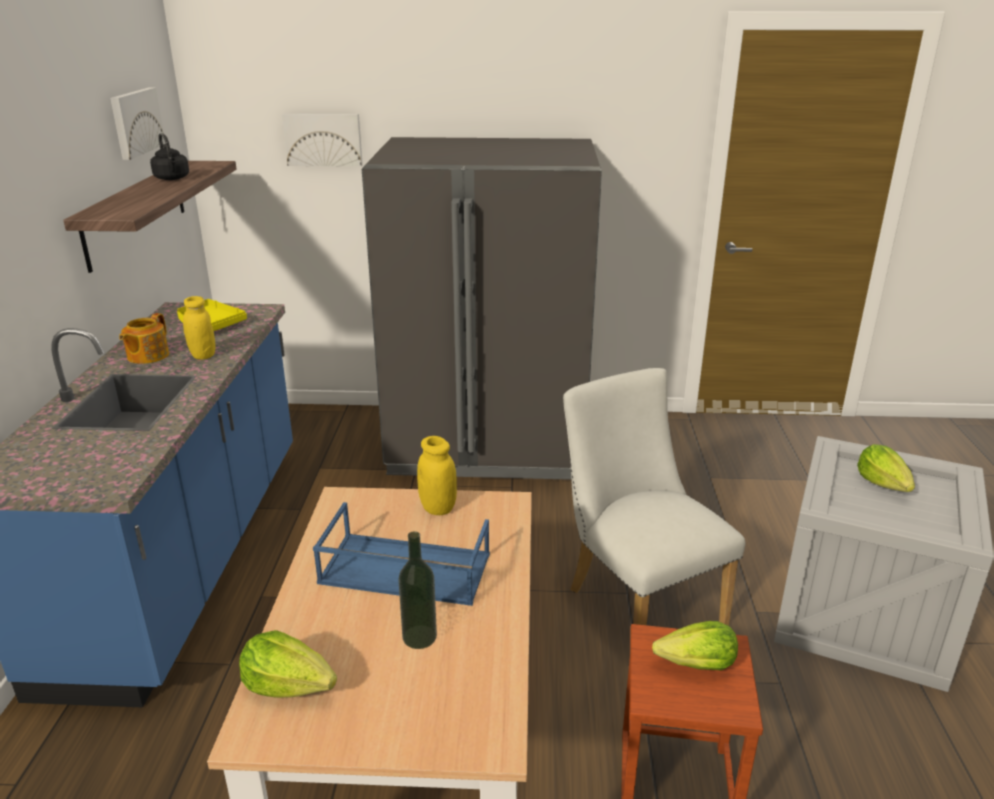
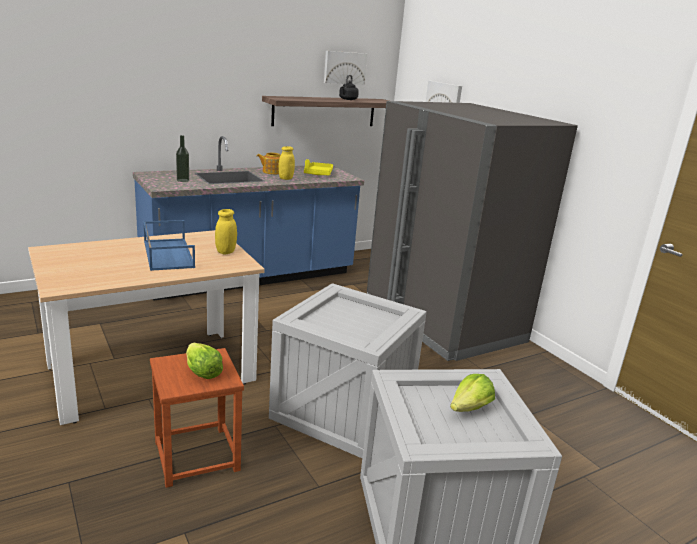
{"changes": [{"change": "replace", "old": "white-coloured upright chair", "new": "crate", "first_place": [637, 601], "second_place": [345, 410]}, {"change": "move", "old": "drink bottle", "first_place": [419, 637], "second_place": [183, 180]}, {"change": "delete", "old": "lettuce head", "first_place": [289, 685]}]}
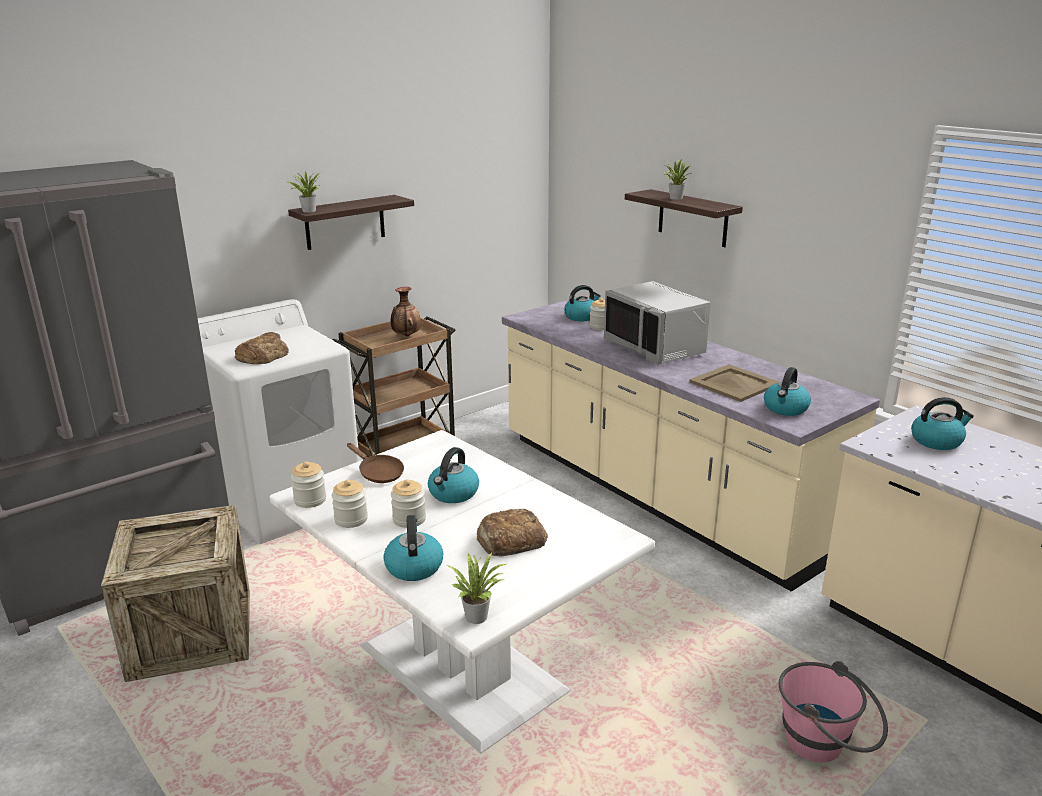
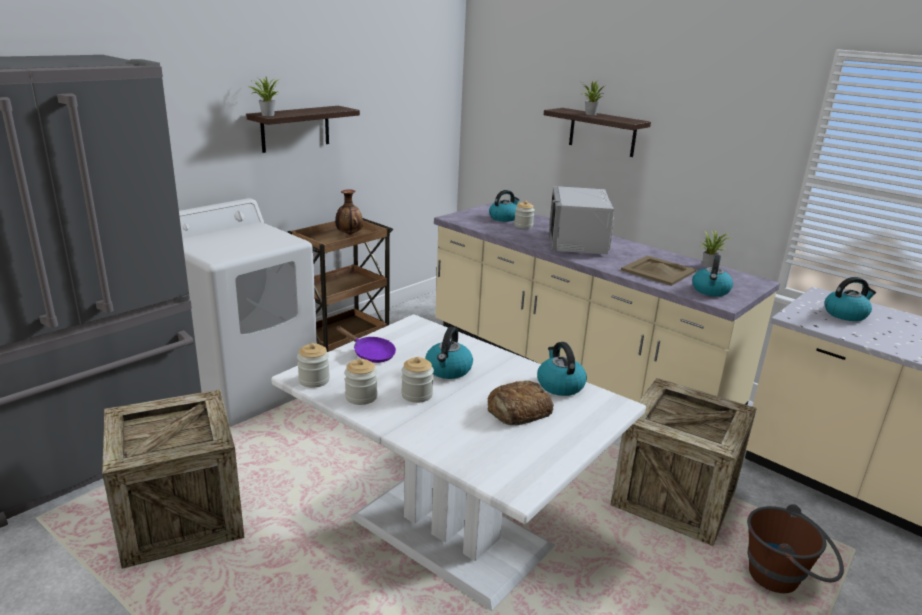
{"changes": [{"change": "rotate", "old": "gray microwave oven", "first_place": [655, 348], "second_place": [578, 243], "degrees": 45}, {"change": "delete", "old": "bread", "first_place": [263, 355]}, {"change": "recolor", "old": "brown-coloured frying pan", "new": "purple frying pan", "first_place": [378, 473], "second_place": [370, 354]}, {"change": "move", "old": "kettle", "first_place": [413, 566], "second_place": [559, 385]}, {"change": "move", "old": "potted plant", "first_place": [479, 615], "second_place": [709, 265]}, {"change": "recolor", "old": "pinkish water bucket", "new": "brown-coloured water bucket", "first_place": [825, 748], "second_place": [784, 580]}, {"change": "insert", "new": "crate", "second_place": [674, 498]}]}
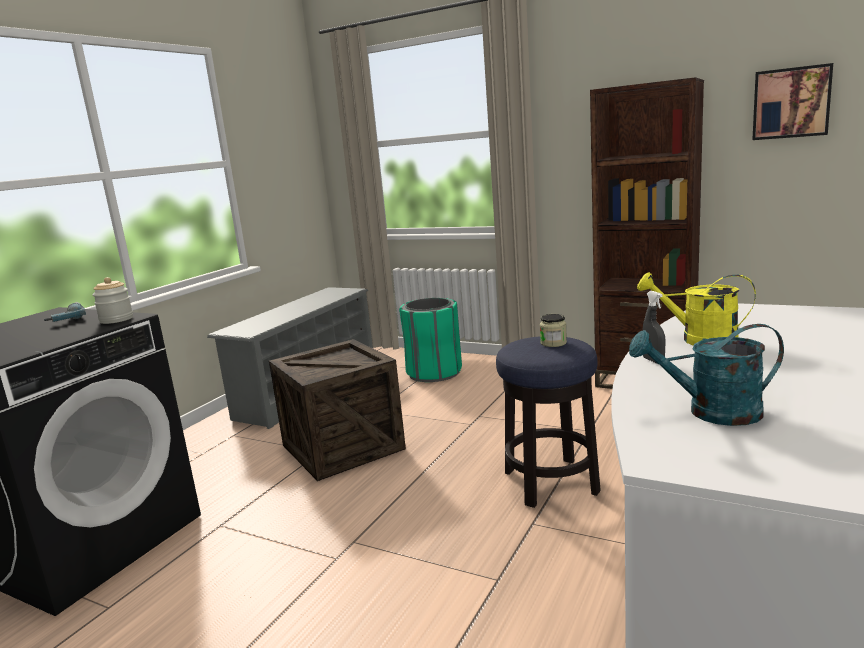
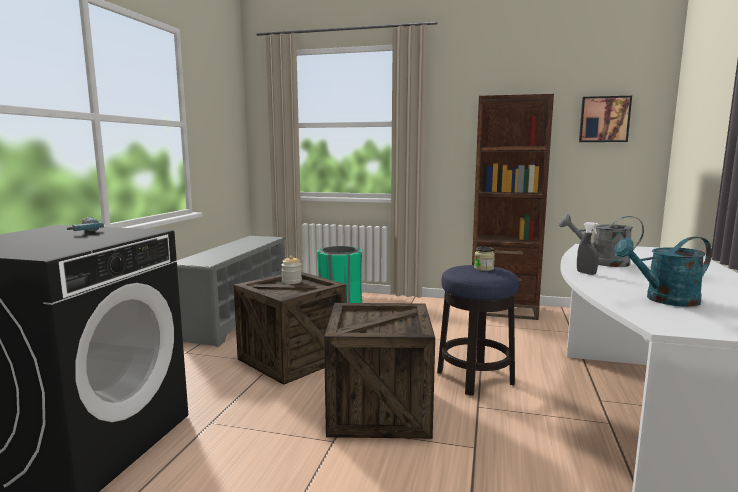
{"changes": [{"change": "recolor", "old": "yellow-coloured watering can", "new": "gray watering can", "first_place": [698, 339], "second_place": [601, 262]}, {"change": "move", "old": "jar", "first_place": [116, 319], "second_place": [291, 281]}, {"change": "insert", "new": "crate", "second_place": [379, 410]}]}
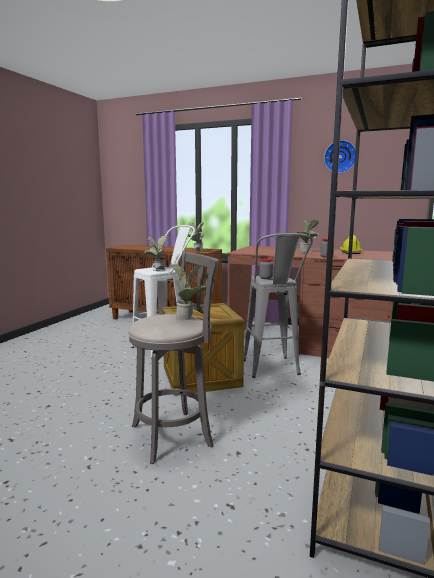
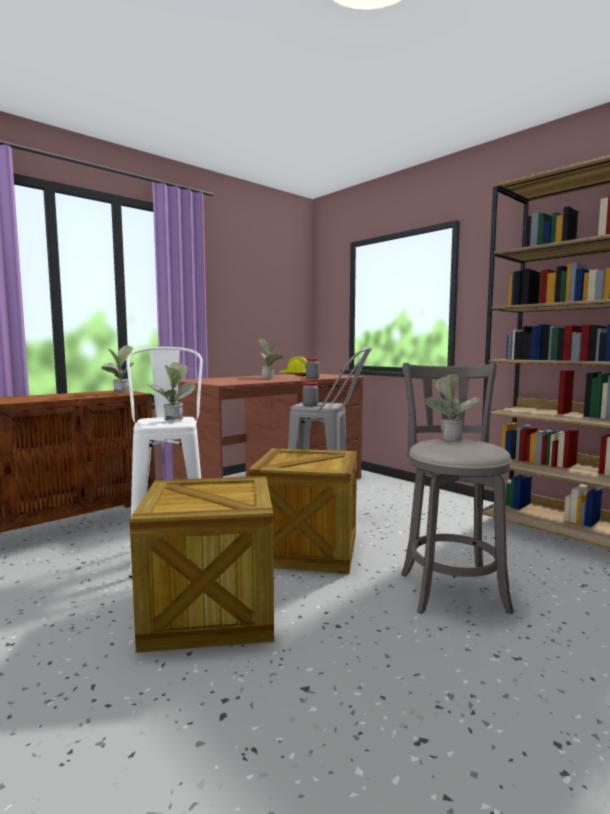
{"changes": [{"change": "delete", "old": "hanging clock", "first_place": [340, 157]}, {"change": "insert", "new": "crate", "second_place": [210, 610]}]}
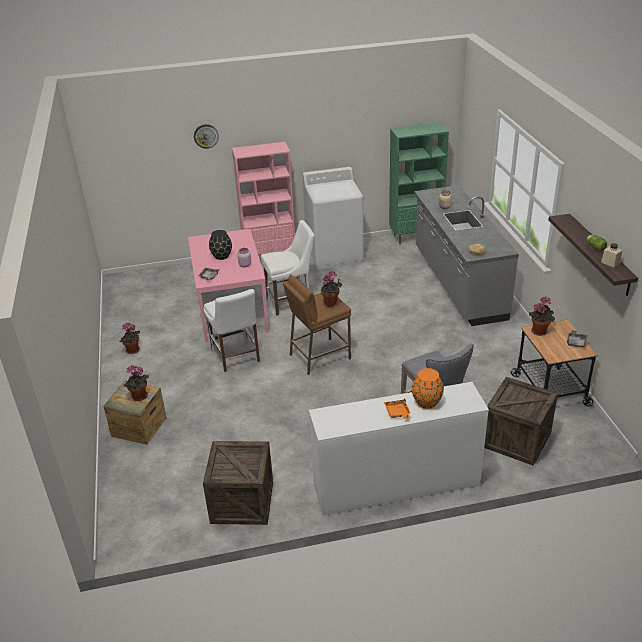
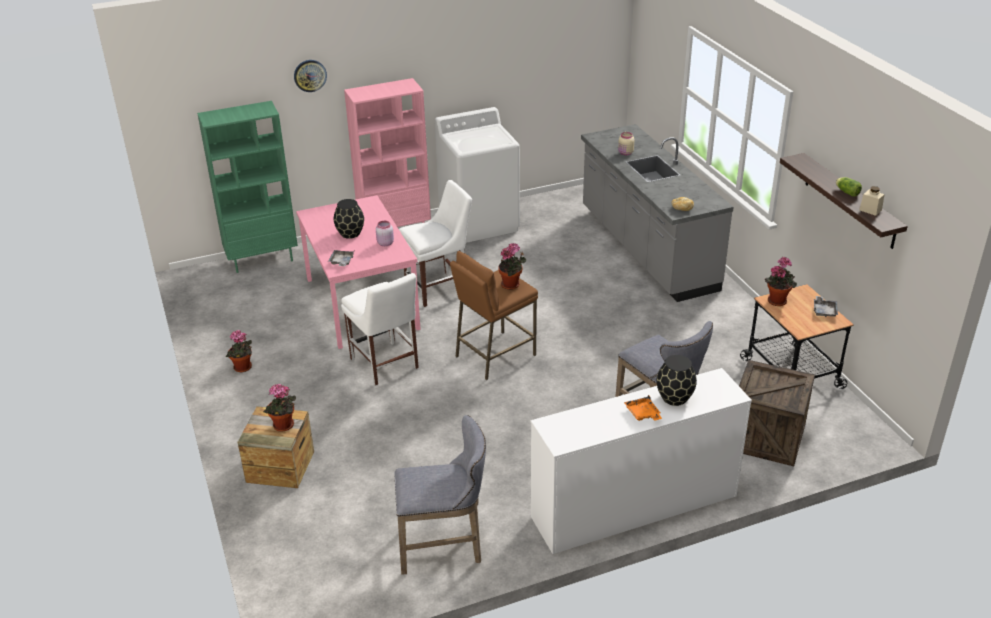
{"changes": [{"change": "move", "old": "green-coloured shelving unit", "first_place": [415, 237], "second_place": [262, 259]}, {"change": "recolor", "old": "orange vase", "new": "black vase", "first_place": [427, 402], "second_place": [674, 398]}, {"change": "replace", "old": "crate", "new": "gray stool", "first_place": [242, 502], "second_place": [445, 548]}]}
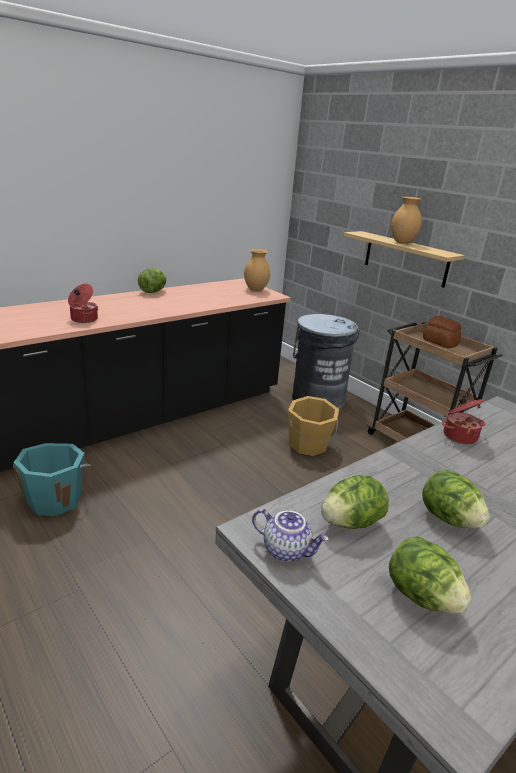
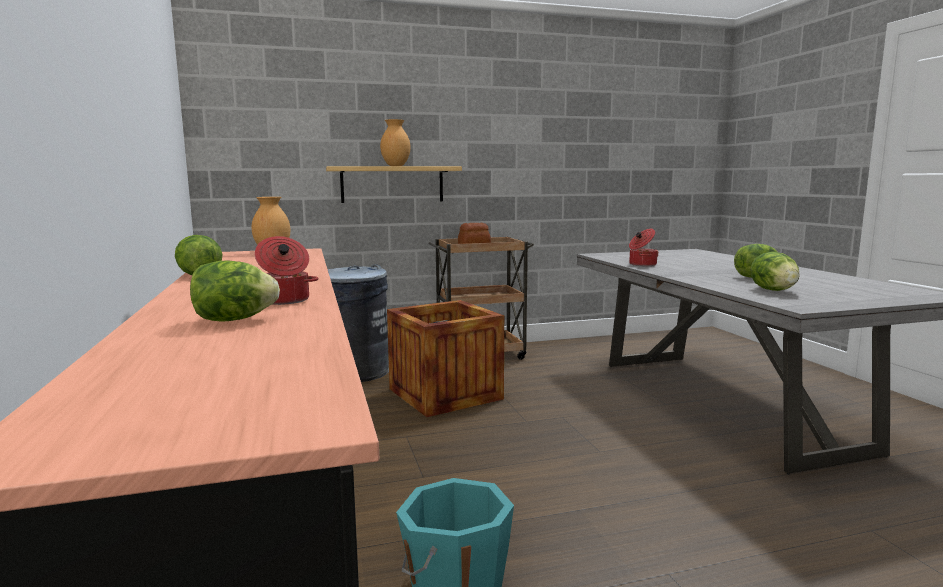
{"changes": [{"change": "replace", "old": "orange water bucket", "new": "crate", "first_place": [308, 445], "second_place": [445, 394]}, {"change": "delete", "old": "teapot", "first_place": [287, 550]}, {"change": "move", "old": "lettuce head", "first_place": [421, 596], "second_place": [234, 320]}]}
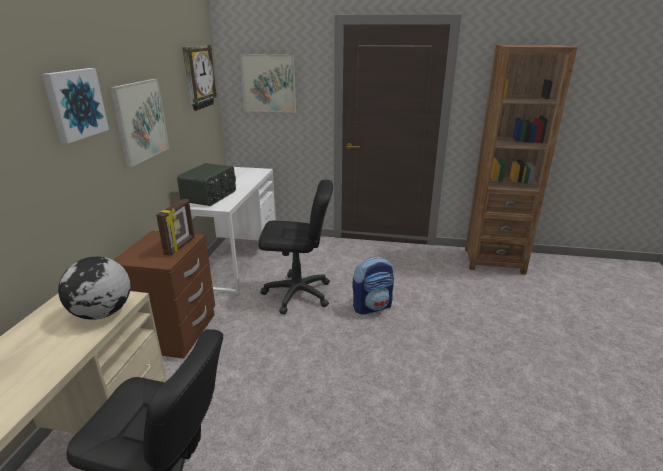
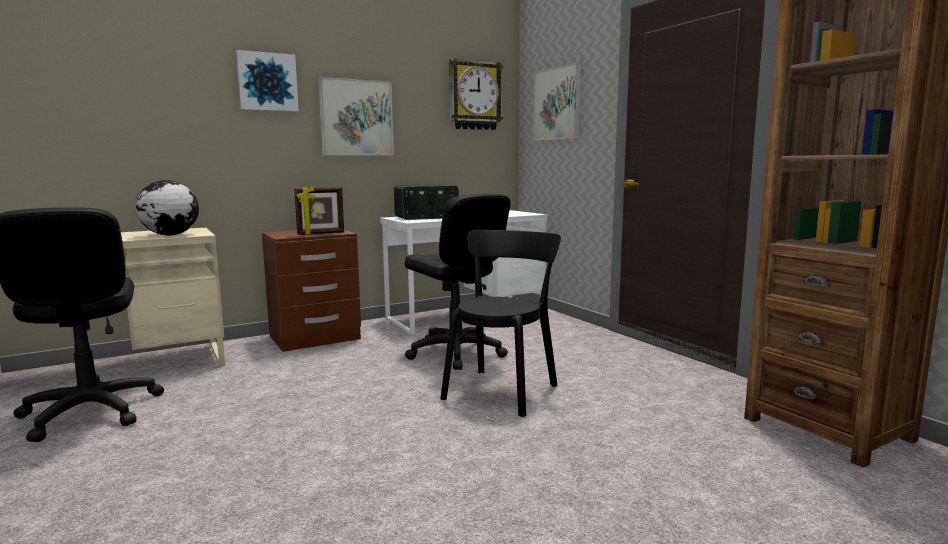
{"changes": [{"change": "replace", "old": "rucksack", "new": "black upright chair", "first_place": [372, 306], "second_place": [502, 390]}]}
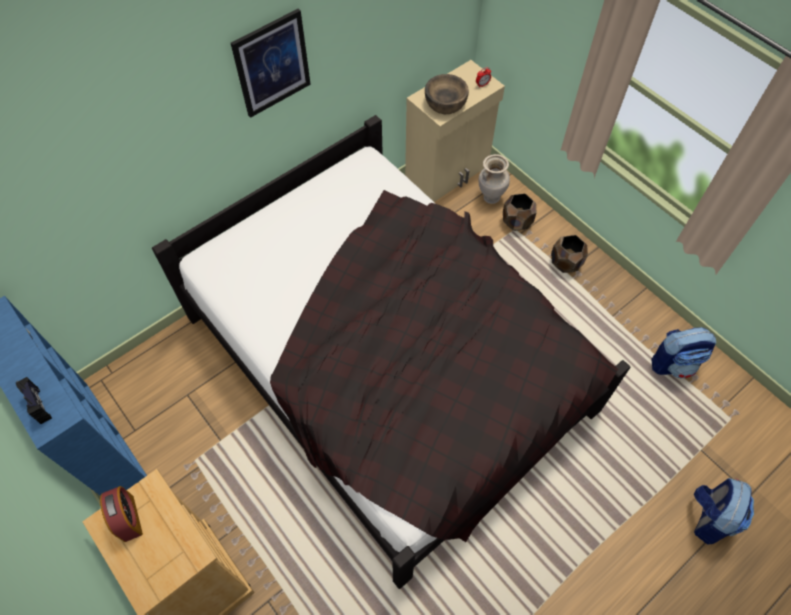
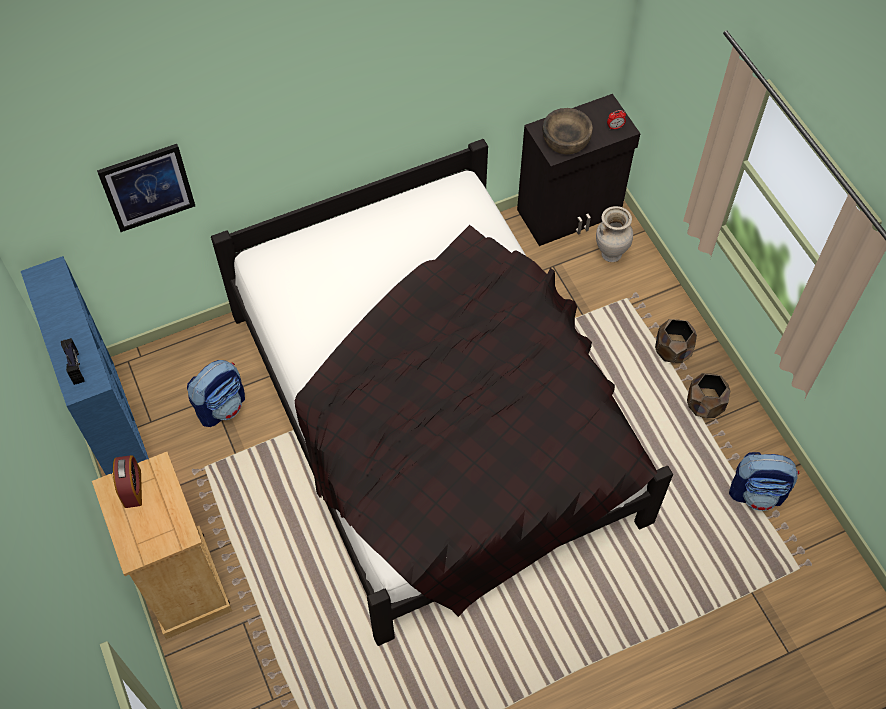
{"changes": [{"change": "move", "old": "picture", "first_place": [272, 64], "second_place": [147, 187]}, {"change": "recolor", "old": "beige cupboard", "new": "black cupboard", "first_place": [448, 172], "second_place": [570, 213]}, {"change": "move", "old": "brown-coloured planter", "first_place": [517, 222], "second_place": [705, 405]}, {"change": "move", "old": "rucksack", "first_place": [709, 517], "second_place": [221, 406]}]}
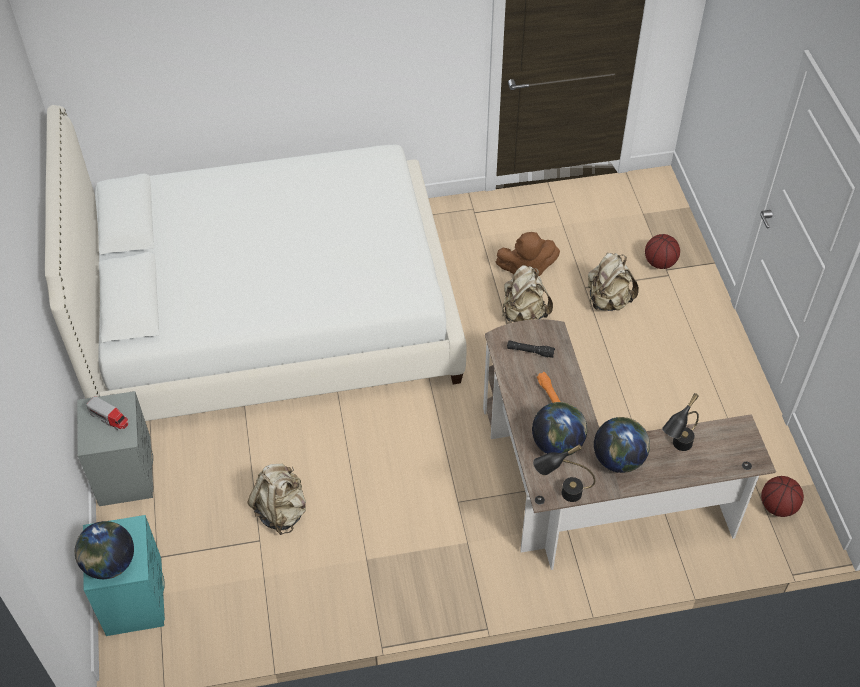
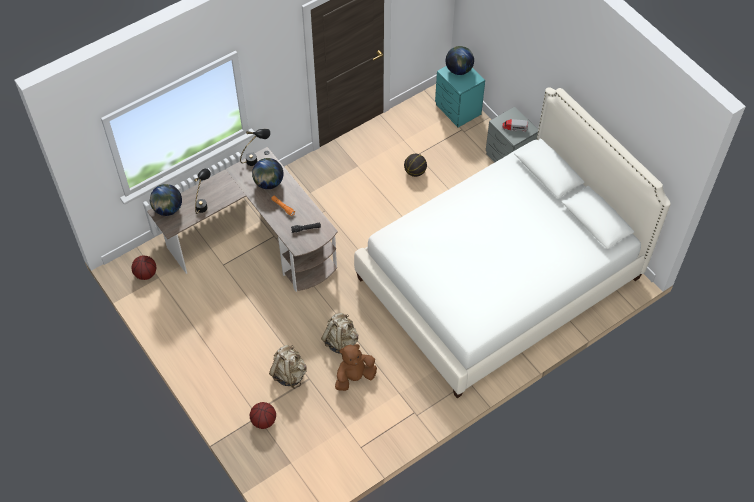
{"changes": [{"change": "move", "old": "world globe", "first_place": [618, 459], "second_place": [168, 209]}, {"change": "replace", "old": "beige rucksack", "new": "ball for basketball", "first_place": [281, 511], "second_place": [415, 172]}]}
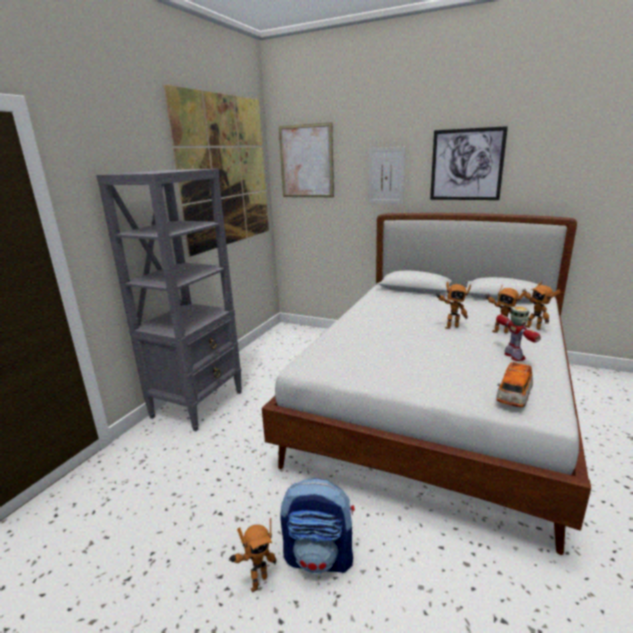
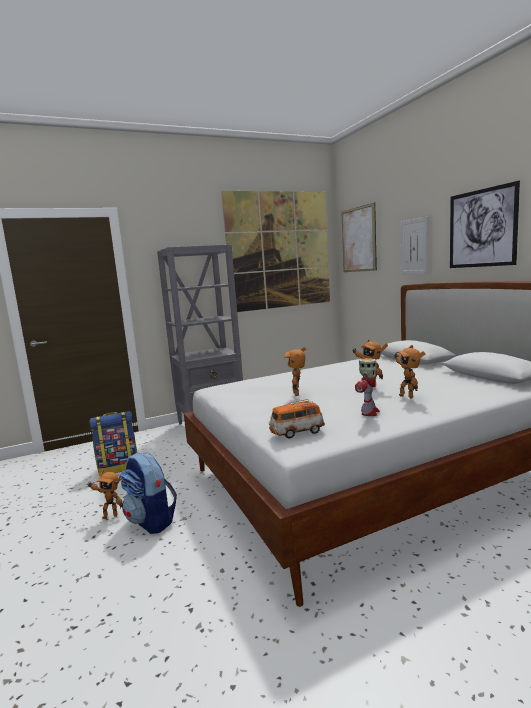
{"changes": [{"change": "move", "old": "toy robot", "first_place": [533, 327], "second_place": [298, 393]}, {"change": "insert", "new": "rucksack", "second_place": [118, 467]}]}
